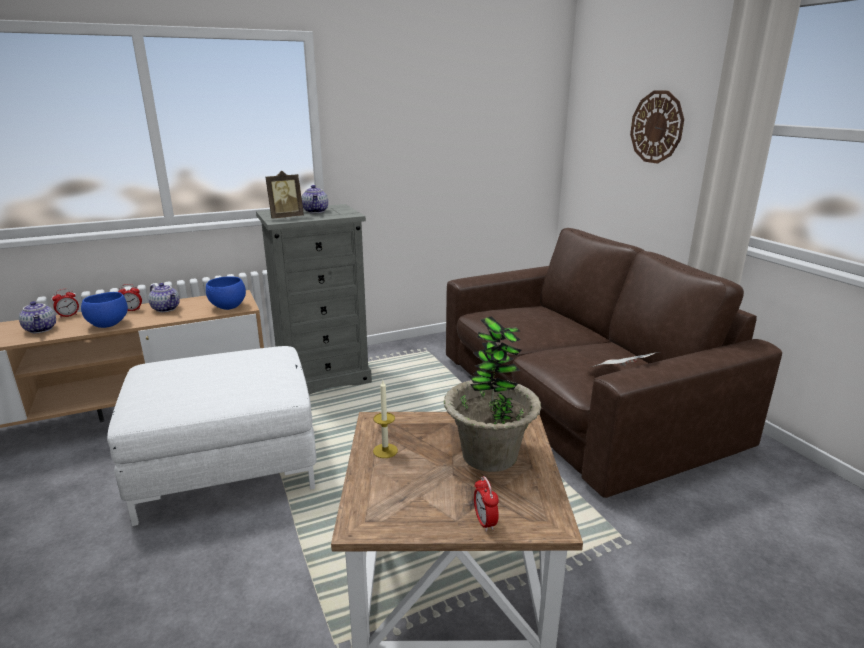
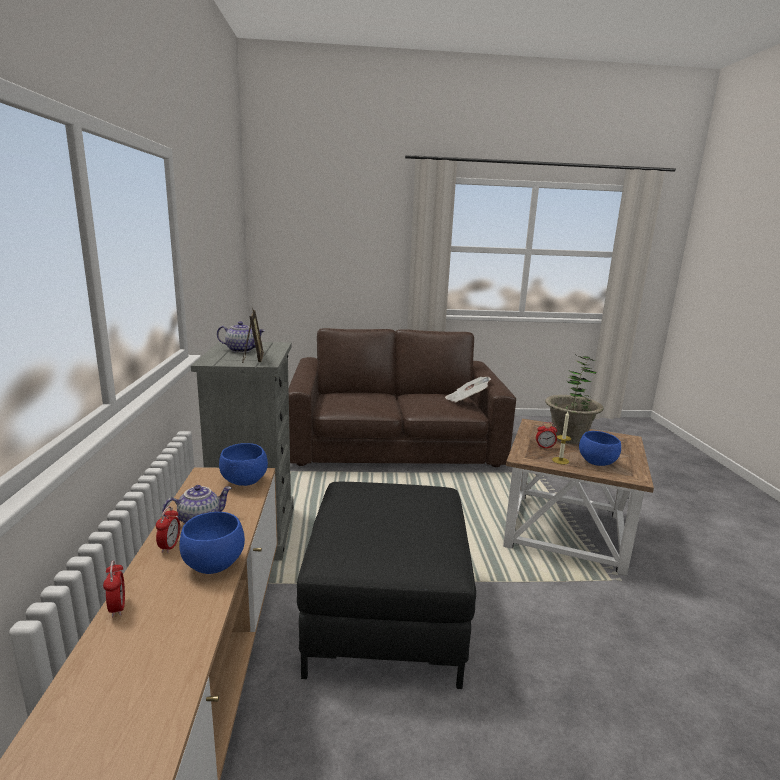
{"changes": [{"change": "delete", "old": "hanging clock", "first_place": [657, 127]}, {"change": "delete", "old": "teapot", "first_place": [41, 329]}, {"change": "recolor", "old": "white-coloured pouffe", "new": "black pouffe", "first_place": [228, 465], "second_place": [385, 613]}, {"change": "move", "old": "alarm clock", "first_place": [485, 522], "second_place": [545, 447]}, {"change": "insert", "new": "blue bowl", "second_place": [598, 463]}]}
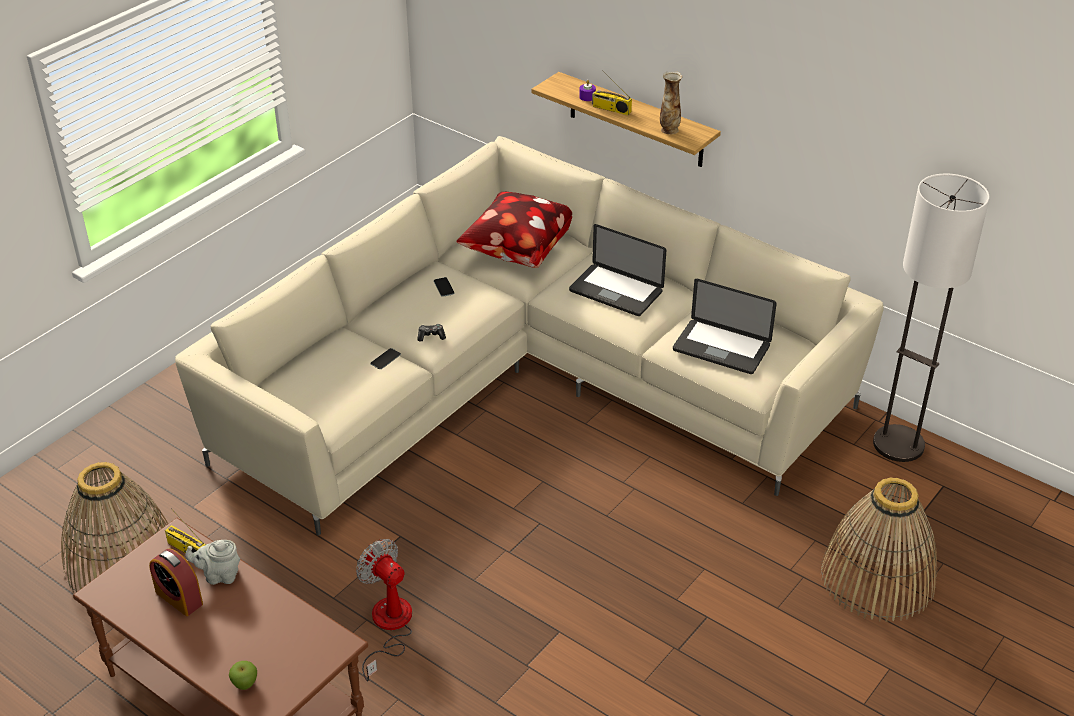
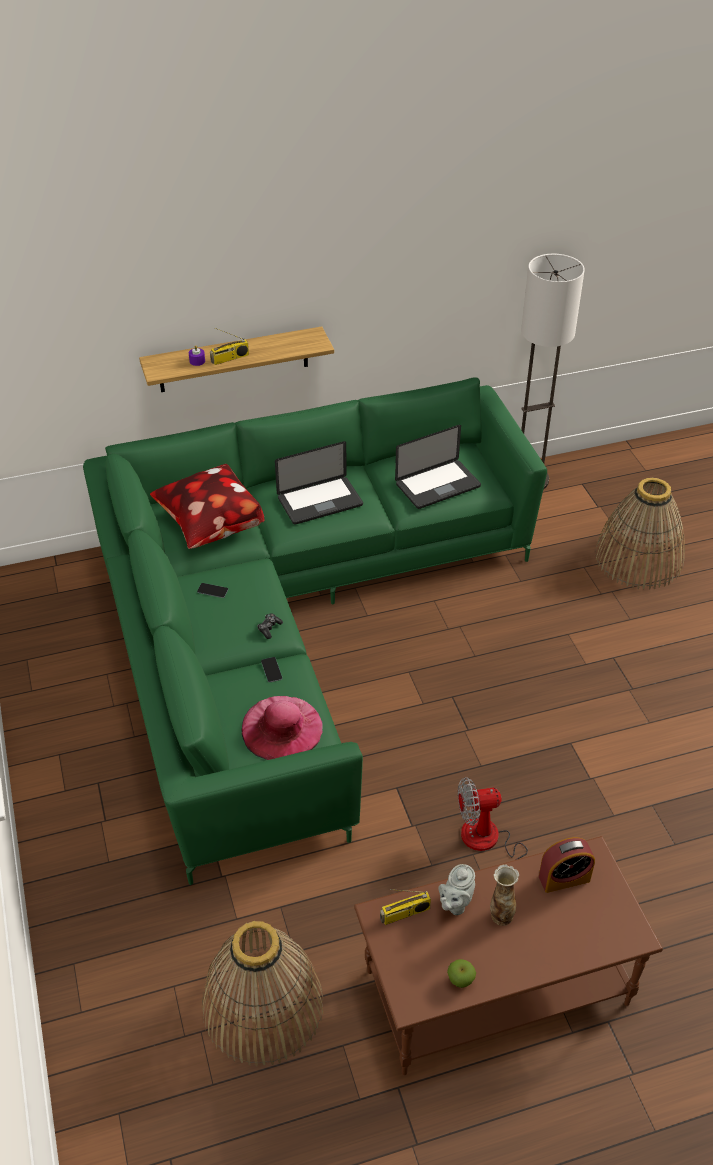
{"changes": [{"change": "move", "old": "vase", "first_place": [669, 129], "second_place": [501, 915]}, {"change": "recolor", "old": "beige sofa", "new": "green-coloured sofa", "first_place": [527, 381], "second_place": [287, 622]}, {"change": "move", "old": "alarm clock", "first_place": [179, 598], "second_place": [564, 878]}, {"change": "move", "old": "apple fruit", "first_place": [245, 684], "second_place": [460, 980]}, {"change": "insert", "new": "pinkish wearable hat", "second_place": [281, 728]}]}
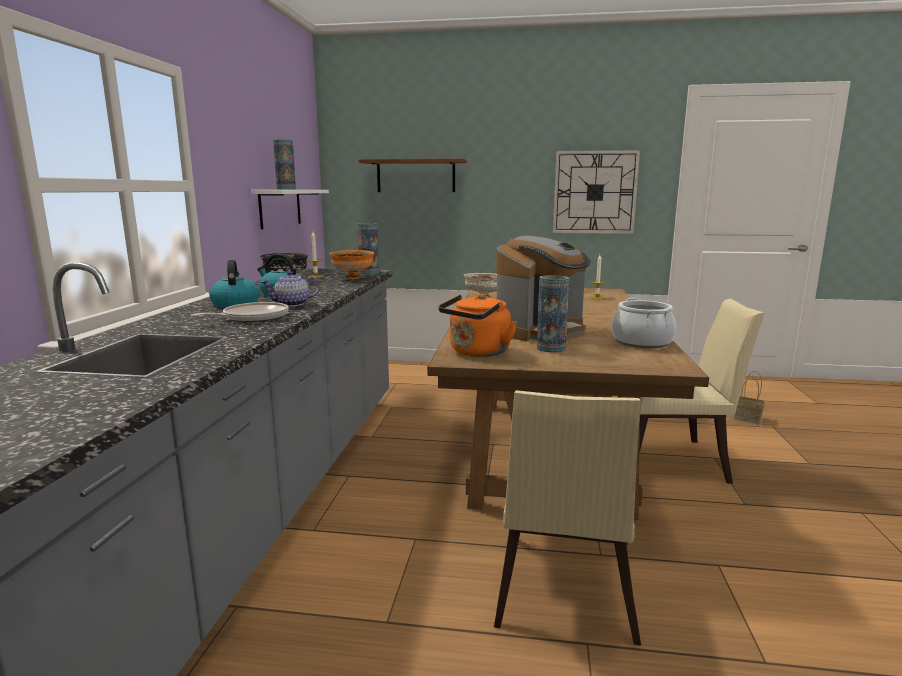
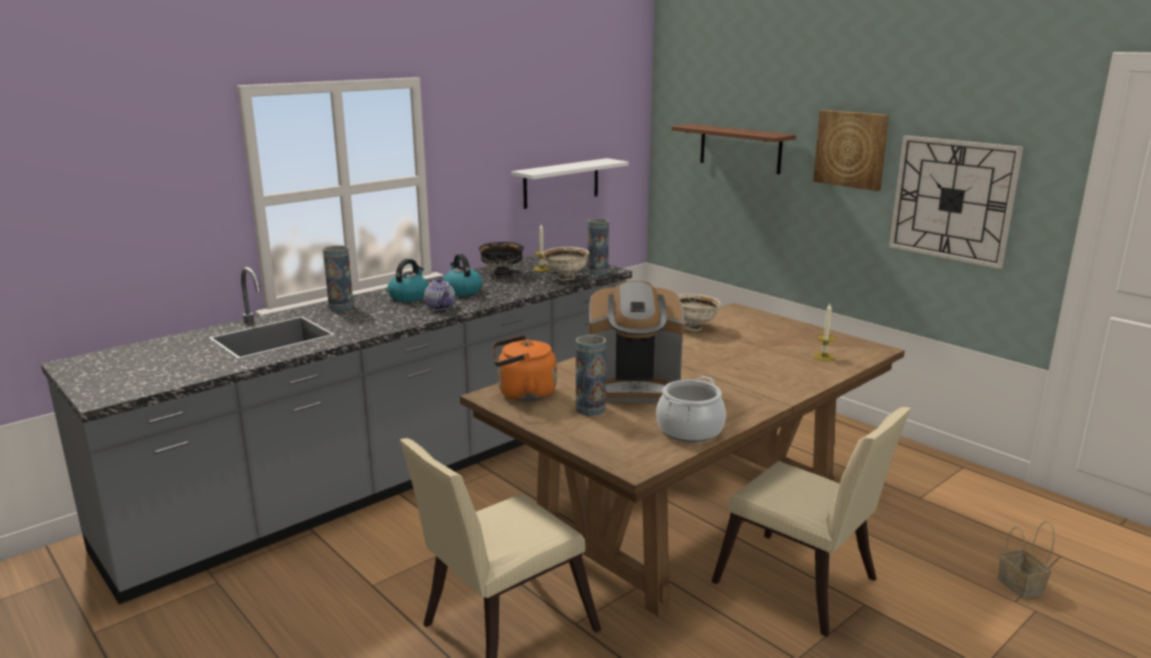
{"changes": [{"change": "move", "old": "vase", "first_place": [286, 189], "second_place": [341, 306]}, {"change": "recolor", "old": "orange bowl", "new": "beige bowl", "first_place": [353, 278], "second_place": [566, 278]}, {"change": "rotate", "old": "teapot", "first_place": [292, 304], "second_place": [441, 307], "degrees": -135}, {"change": "delete", "old": "frying pan", "first_place": [252, 318]}, {"change": "insert", "new": "picture", "second_place": [851, 149]}]}
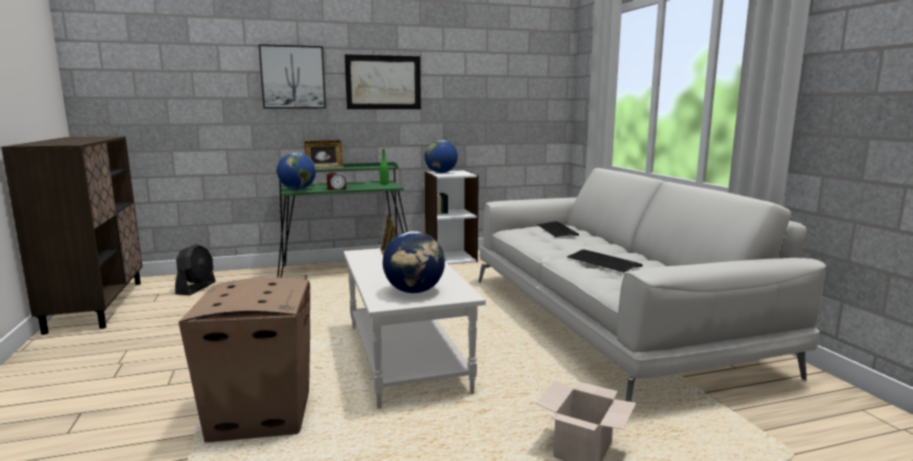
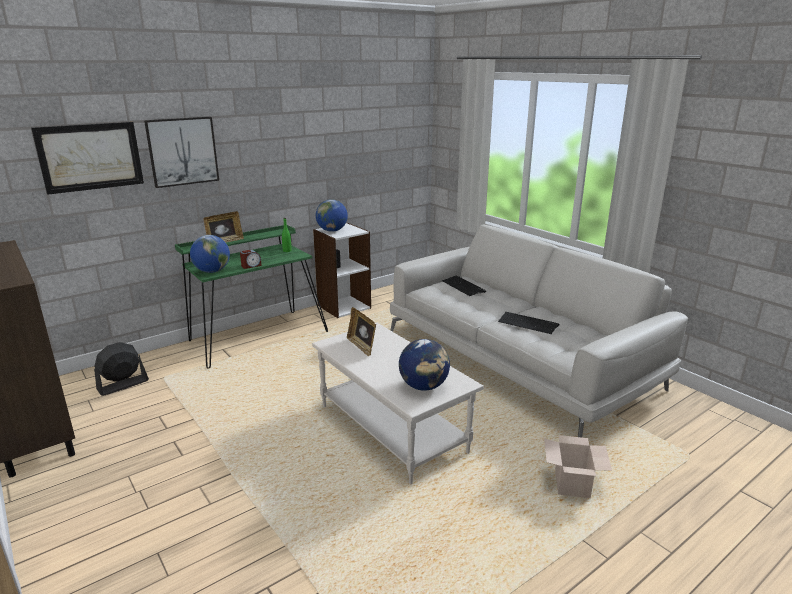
{"changes": [{"change": "move", "old": "picture", "first_place": [383, 82], "second_place": [90, 157]}, {"change": "rotate", "old": "black electric fan", "first_place": [196, 288], "second_place": [123, 385], "degrees": -120}, {"change": "delete", "old": "carton", "first_place": [261, 414]}]}
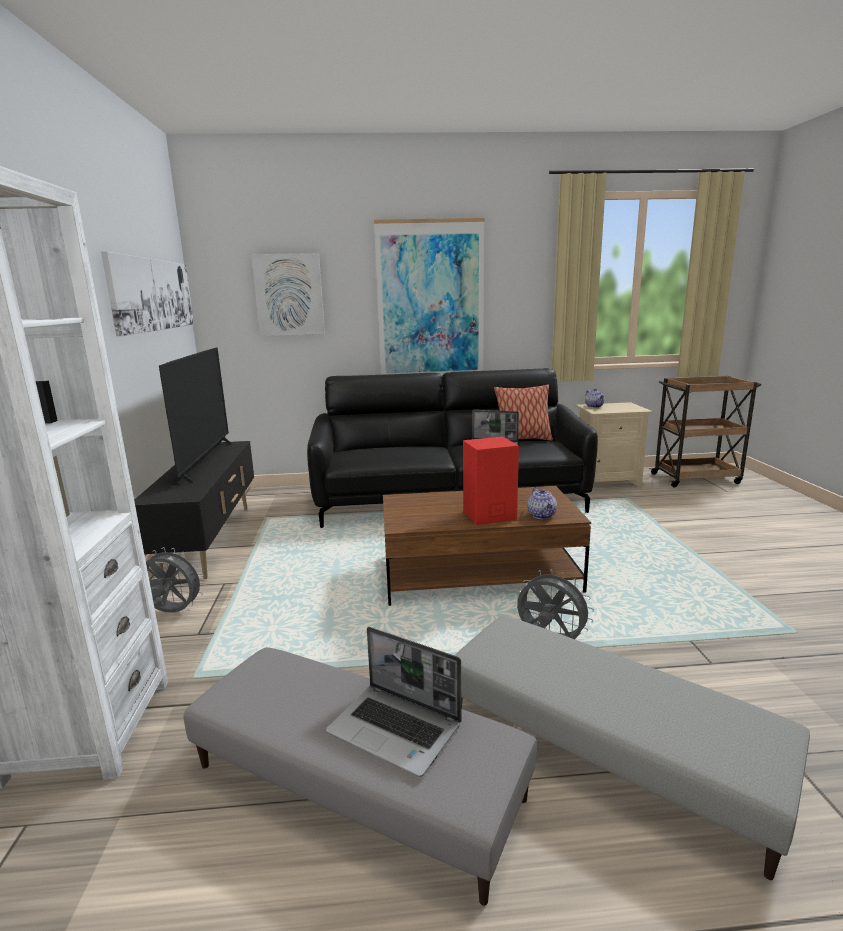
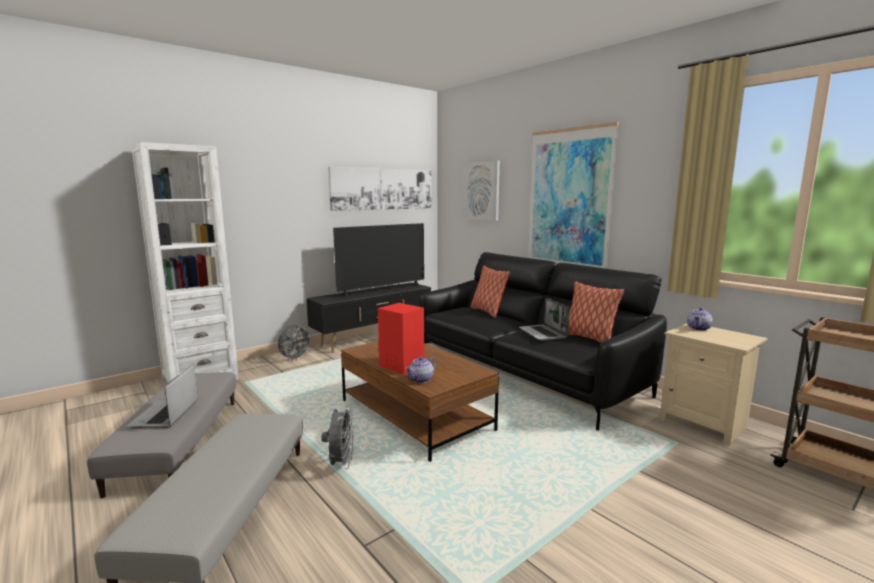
{"changes": [{"change": "rotate", "old": "gray electric fan", "first_place": [173, 612], "second_place": [295, 358], "degrees": 60}, {"change": "insert", "new": "cushion", "second_place": [488, 312]}]}
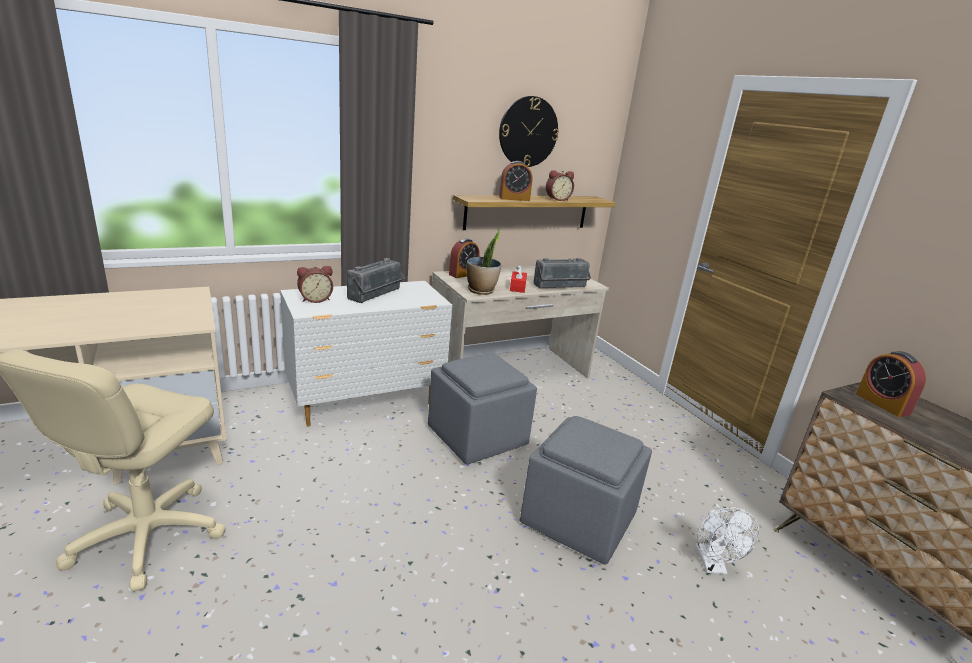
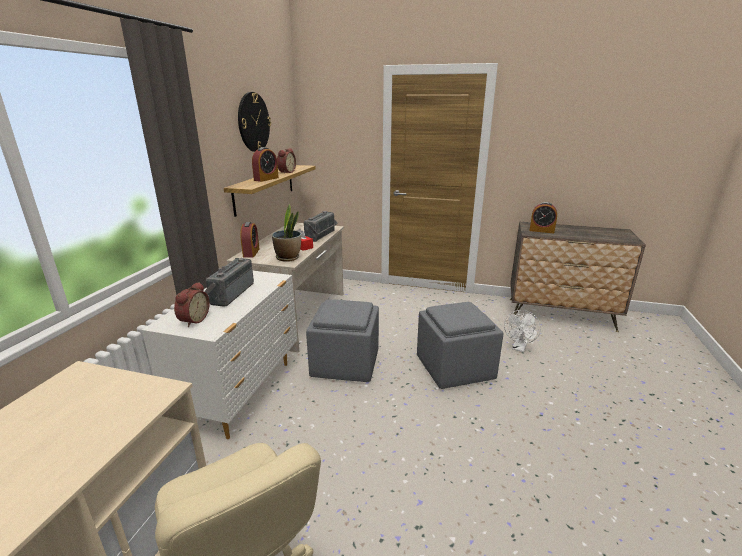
{"changes": [{"change": "rotate", "old": "radio", "first_place": [376, 295], "second_place": [230, 293], "degrees": -150}, {"change": "rotate", "old": "white-coloured electric fan", "first_place": [713, 565], "second_place": [519, 348], "degrees": 75}]}
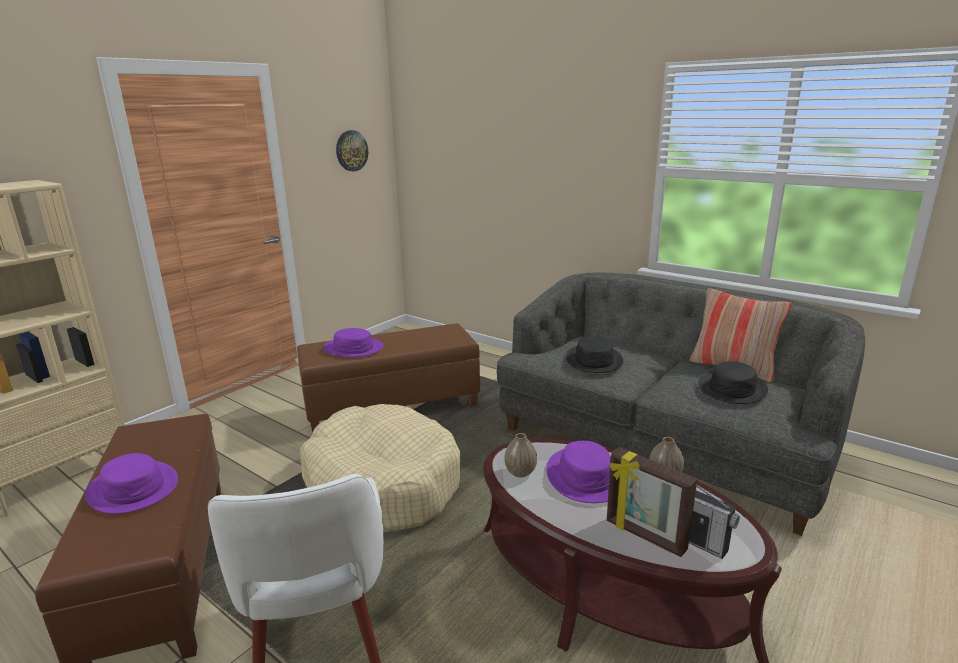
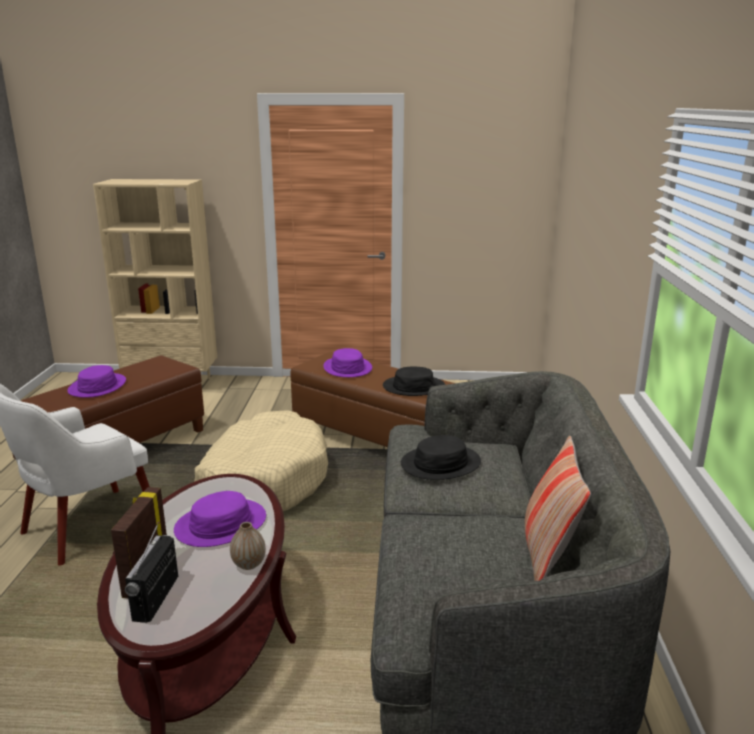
{"changes": [{"change": "delete", "old": "hanging clock", "first_place": [351, 151]}, {"change": "move", "old": "black wearable hat", "first_place": [732, 388], "second_place": [414, 387]}, {"change": "delete", "old": "vase", "first_place": [520, 472]}]}
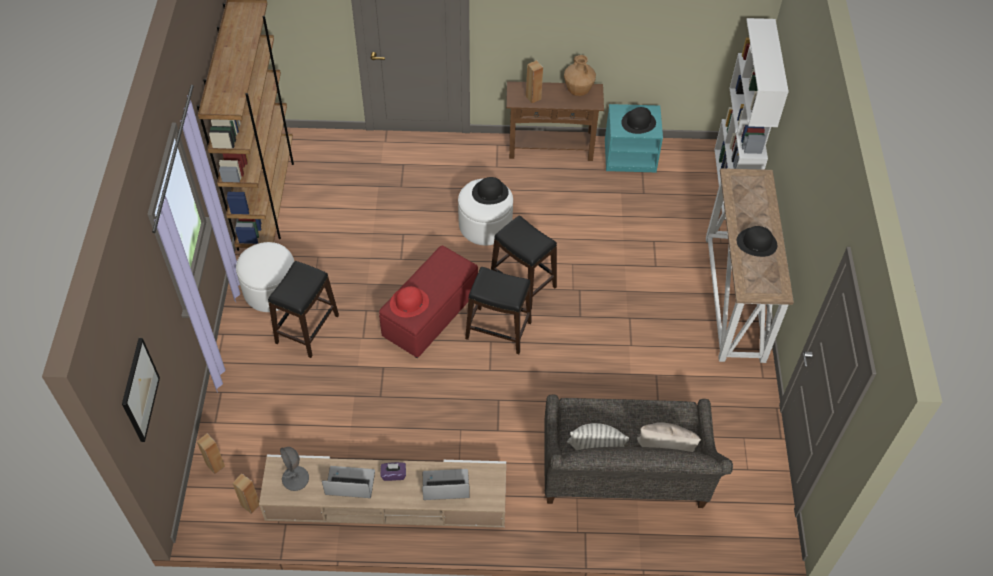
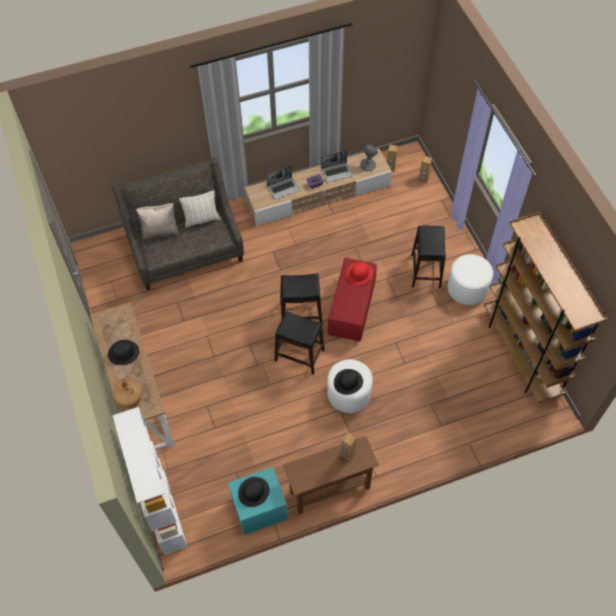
{"changes": [{"change": "move", "old": "brown-coloured vase", "first_place": [578, 91], "second_place": [131, 400]}, {"change": "delete", "old": "picture", "first_place": [139, 390]}]}
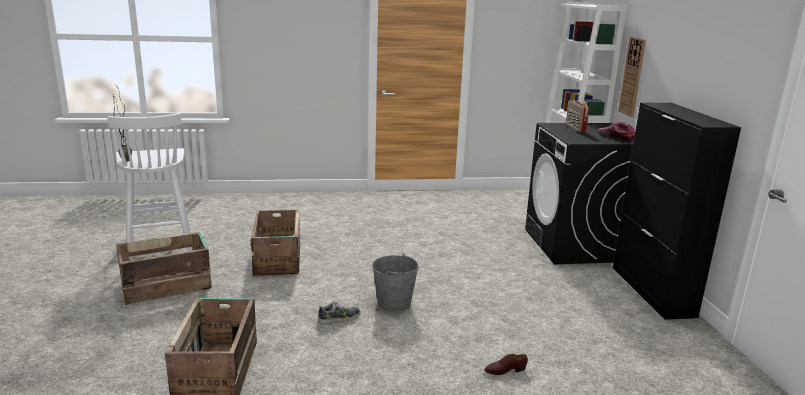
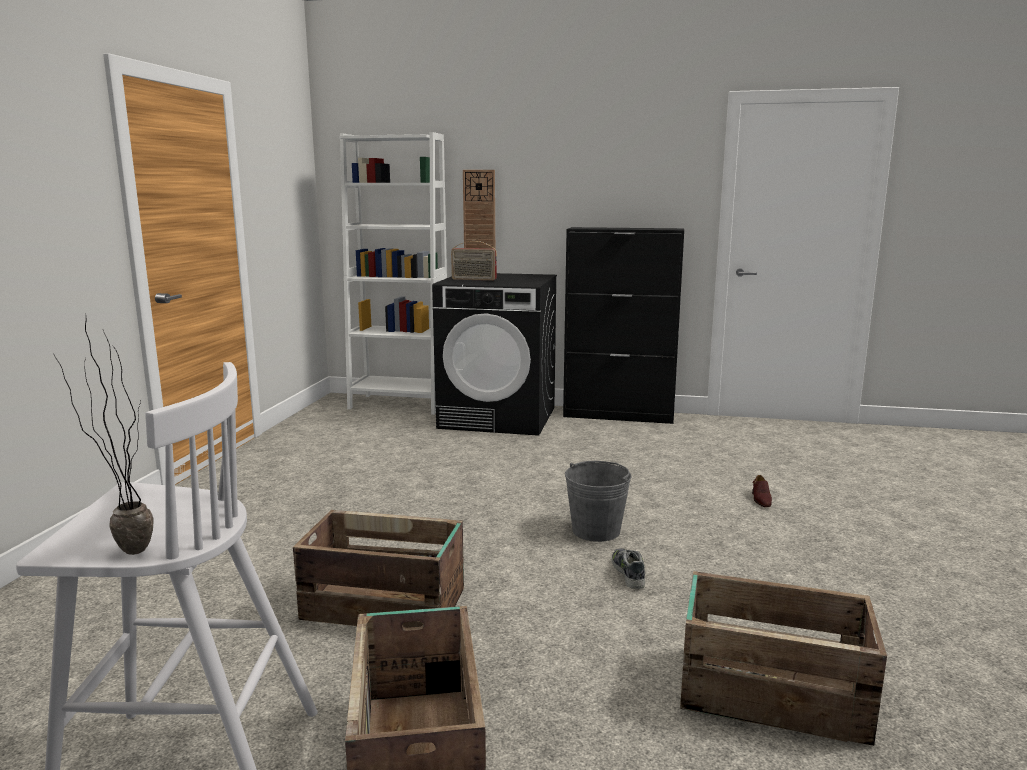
{"changes": [{"change": "delete", "old": "cap", "first_place": [617, 137]}]}
